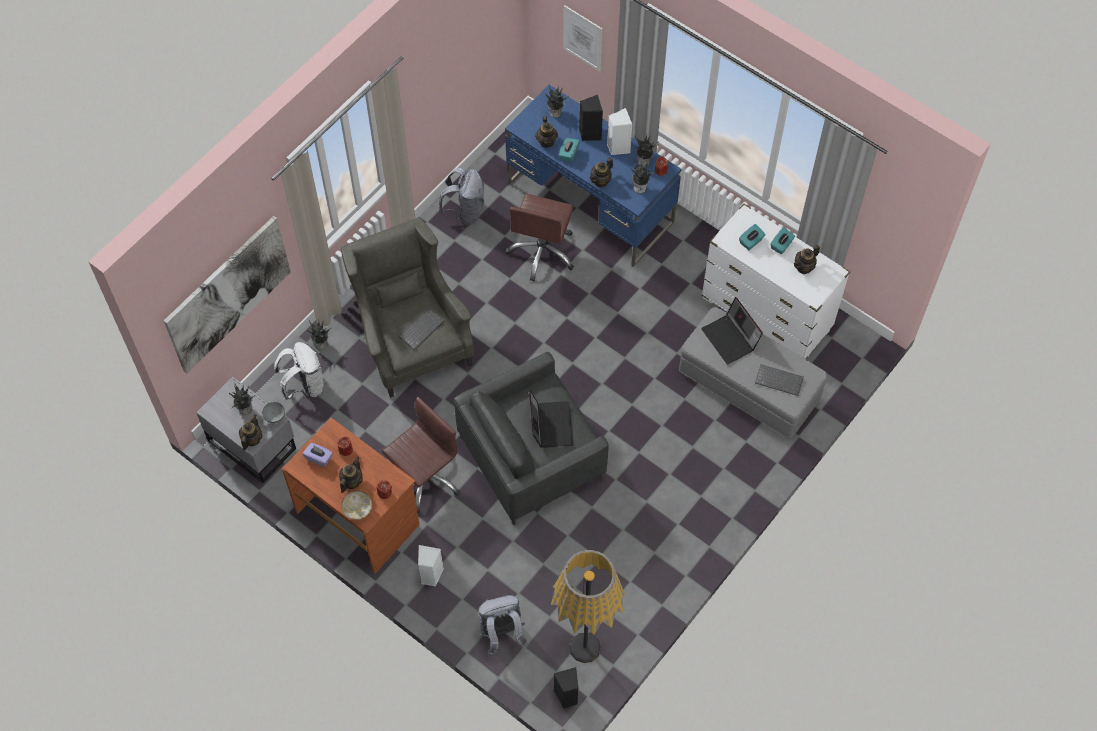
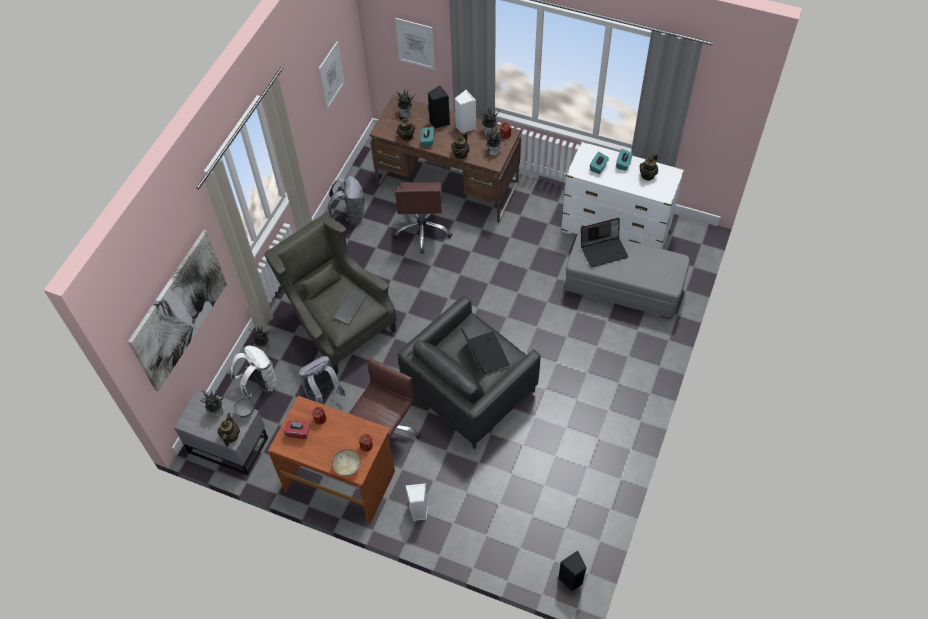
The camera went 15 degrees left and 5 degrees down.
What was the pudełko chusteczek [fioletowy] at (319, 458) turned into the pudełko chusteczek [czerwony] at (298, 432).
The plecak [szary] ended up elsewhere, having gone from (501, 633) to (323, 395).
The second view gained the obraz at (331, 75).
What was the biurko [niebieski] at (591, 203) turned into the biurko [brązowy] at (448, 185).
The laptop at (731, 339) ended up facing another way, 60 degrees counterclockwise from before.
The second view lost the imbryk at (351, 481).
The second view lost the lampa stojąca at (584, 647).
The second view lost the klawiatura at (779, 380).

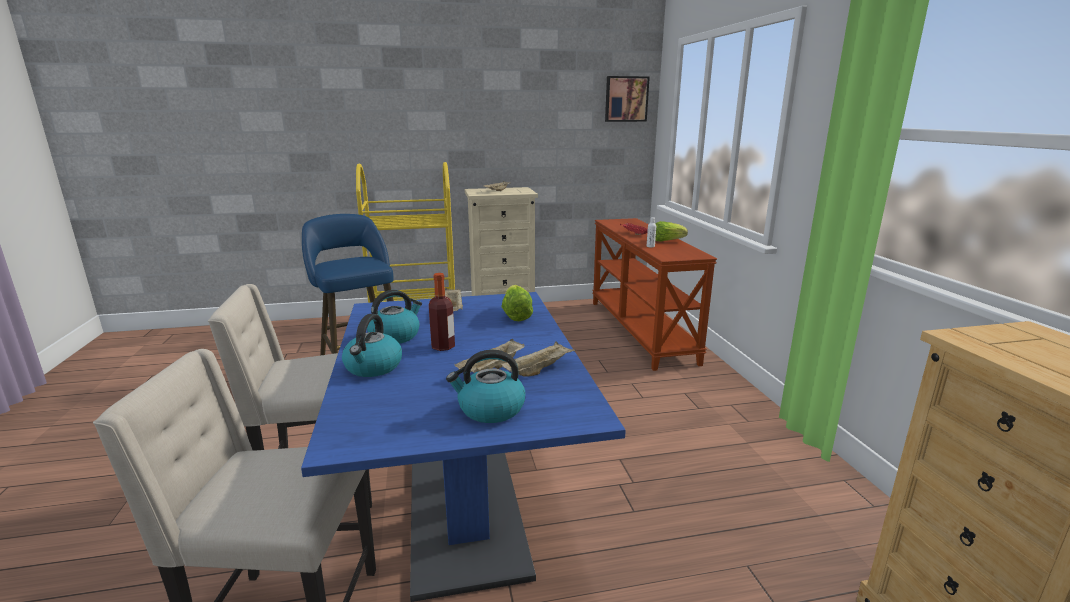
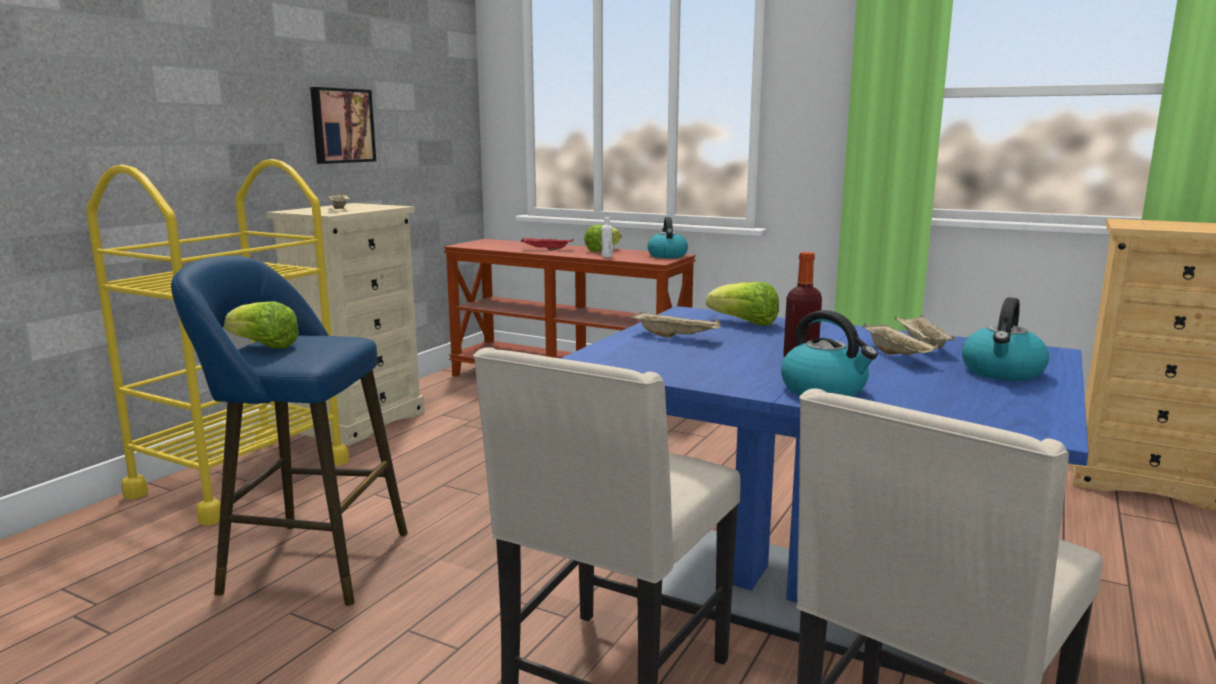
The camera went 50 degrees left and 5 degrees down.
The second view gained the sałata at (263, 346).
The obraz ended up elsewhere, having gone from (626, 99) to (341, 125).
The czajnik ended up elsewhere, having gone from (395, 336) to (667, 255).

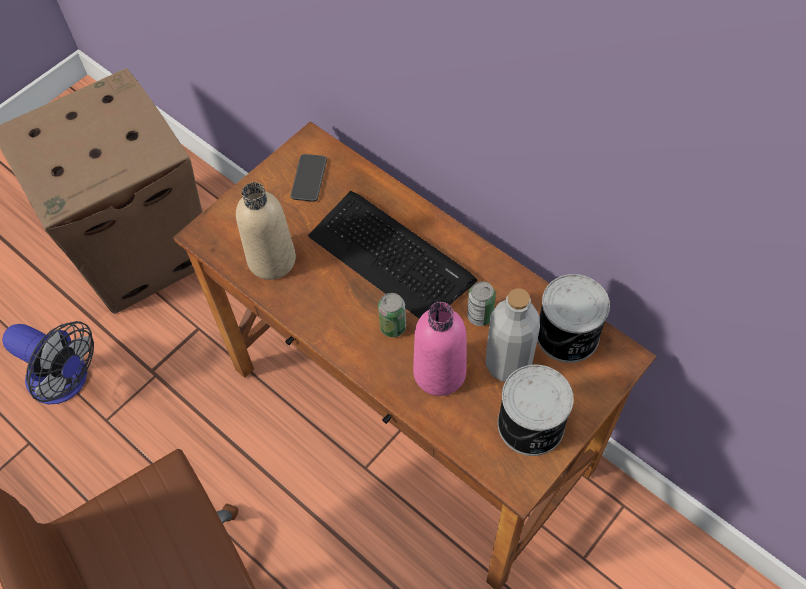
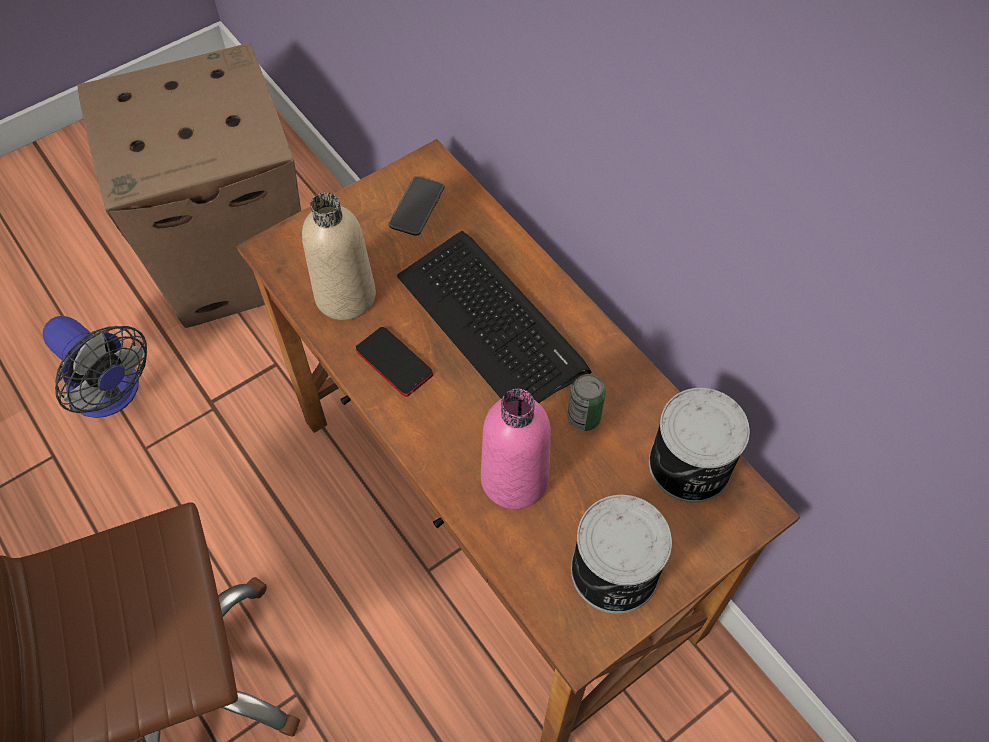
The camera went 10 degrees right and 0 degrees up.
The second view gained the telefon at (394, 362).
The second view lost the puszka at (393, 327).
The second view lost the butelka [szary] at (508, 363).

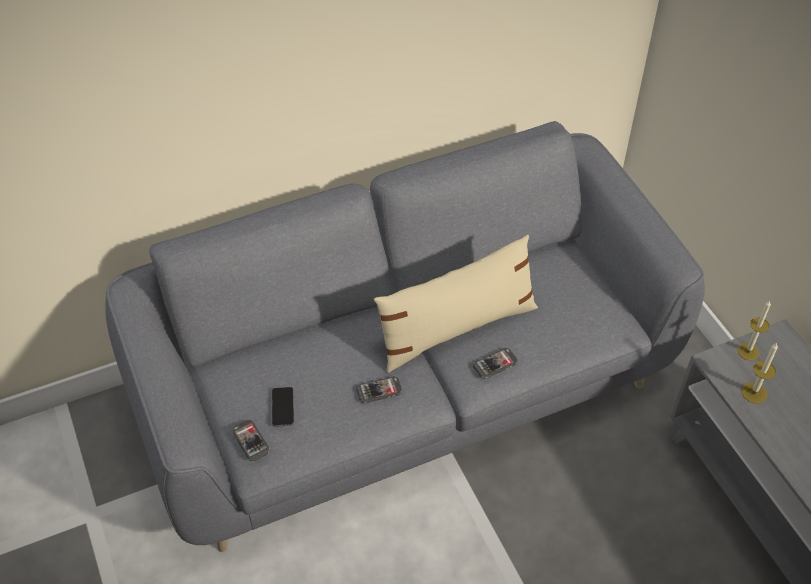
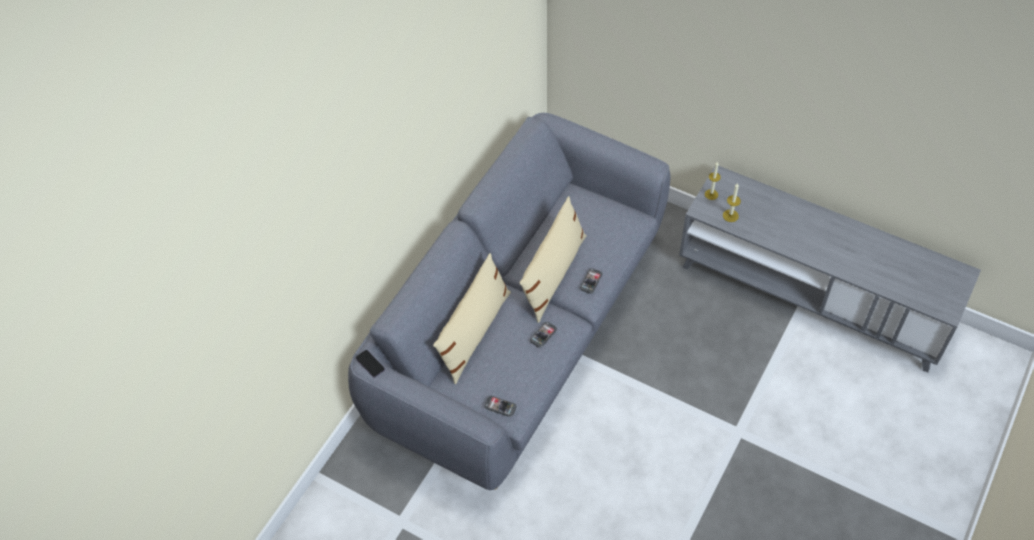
The camera went 35 degrees left and 5 degrees up.
The telefon ended up elsewhere, having gone from (283, 407) to (370, 364).
The second view gained the poduszka [beżowy] at (474, 333).

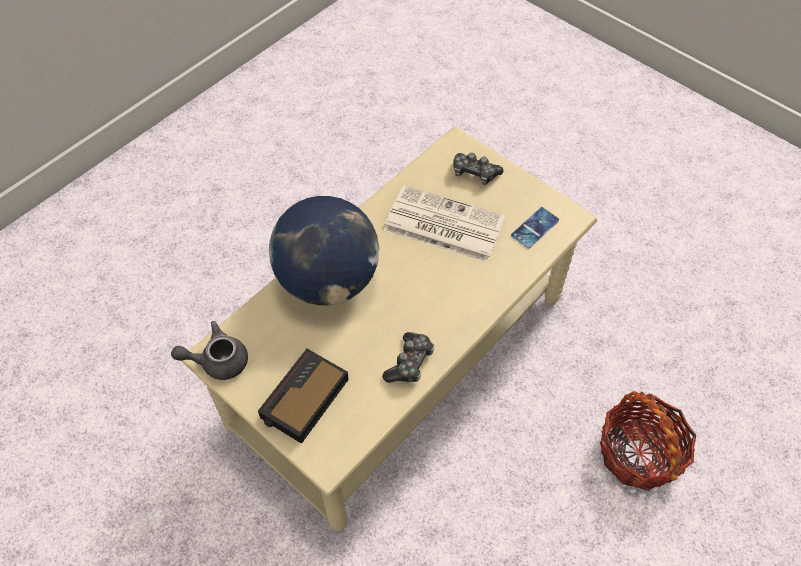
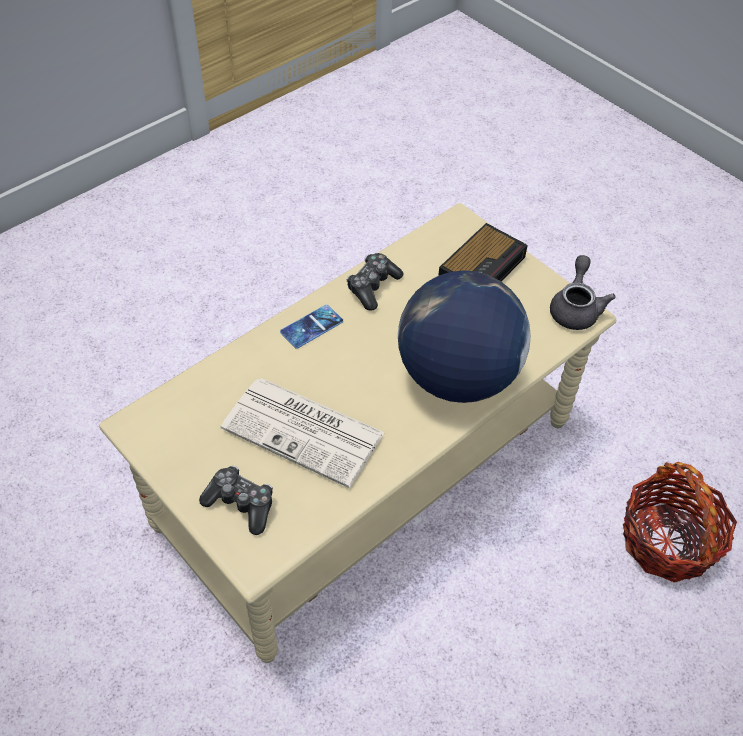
The camera went 175 degrees left and 5 degrees down.
The telefon ended up elsewhere, having gone from (535, 228) to (311, 327).
The imbryk [szary] at (217, 361) ended up facing another way, 75 degrees counterclockwise from before.
The koszyk ended up elsewhere, having gone from (638, 452) to (667, 541).

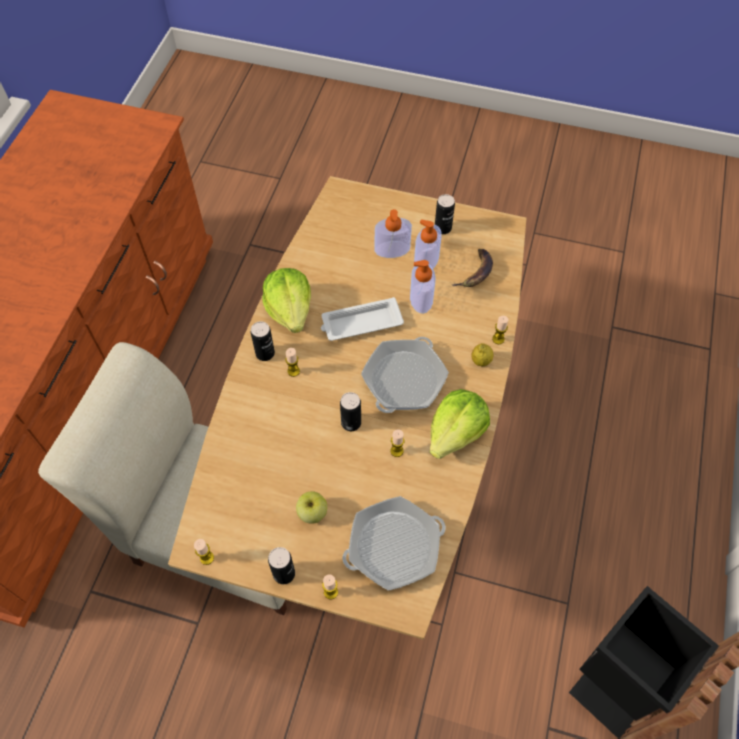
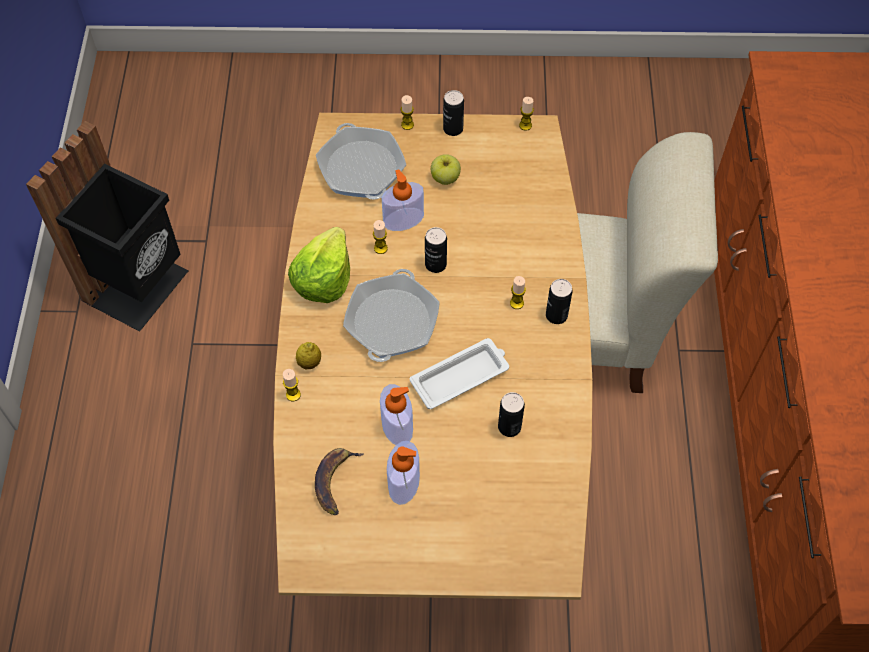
The camera went 165 degrees right and 0 degrees up.
The patelnia at (394, 546) ended up facing another way, 75 degrees counterclockwise from before.
The dozownik mydła ended up elsewhere, having gone from (392, 249) to (403, 219).
The puszka ended up elsewhere, having gone from (443, 228) to (509, 427).
The second view lost the sałata at (290, 310).

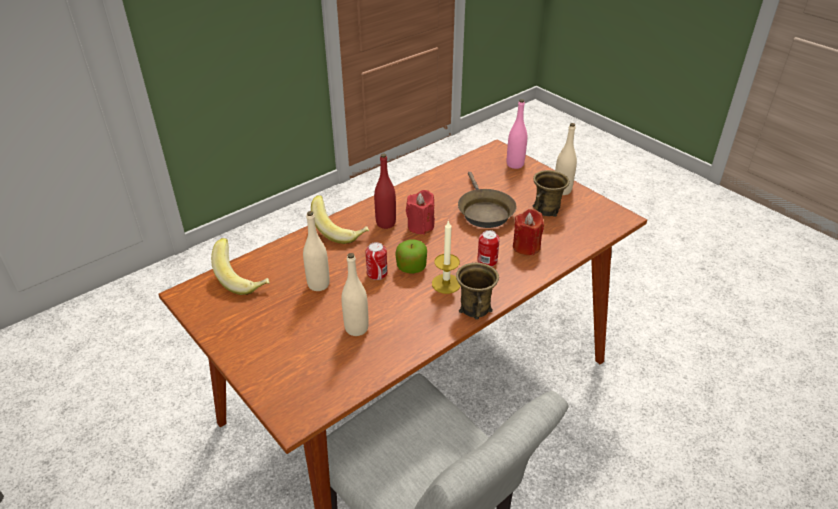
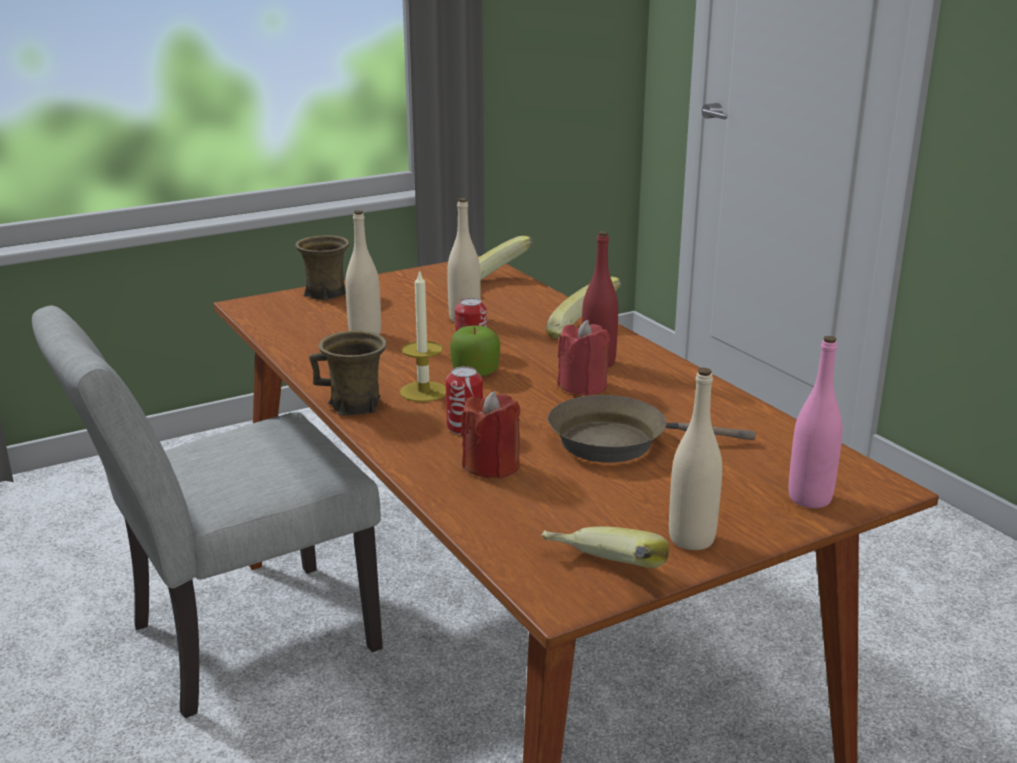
The camera went 100 degrees right and 15 degrees down.
The kubek [brązowy] ended up elsewhere, having gone from (547, 209) to (325, 294).
The second view gained the banan at (601, 578).

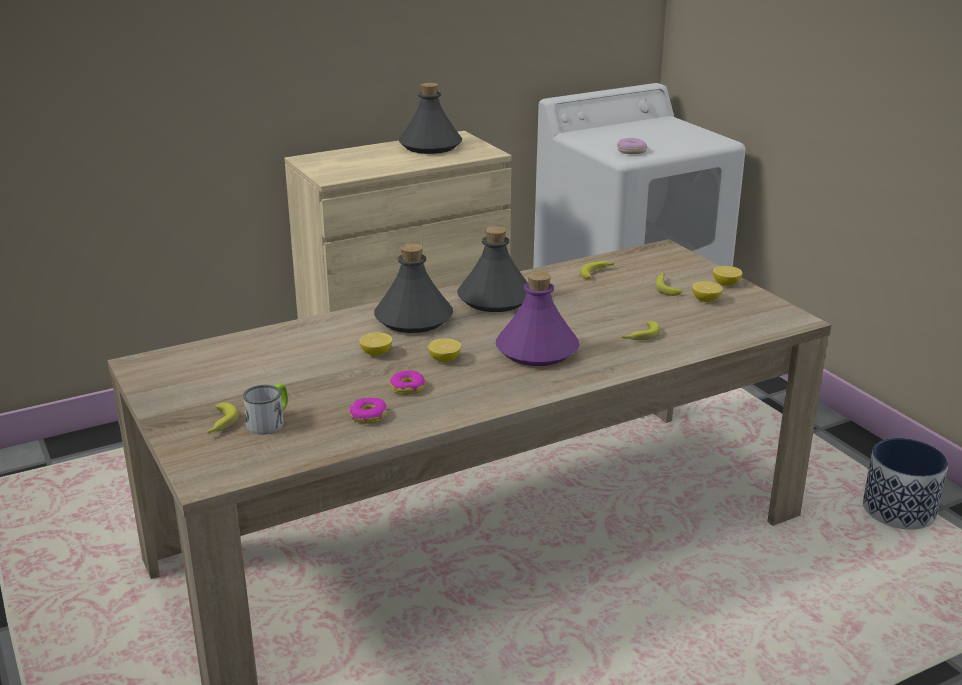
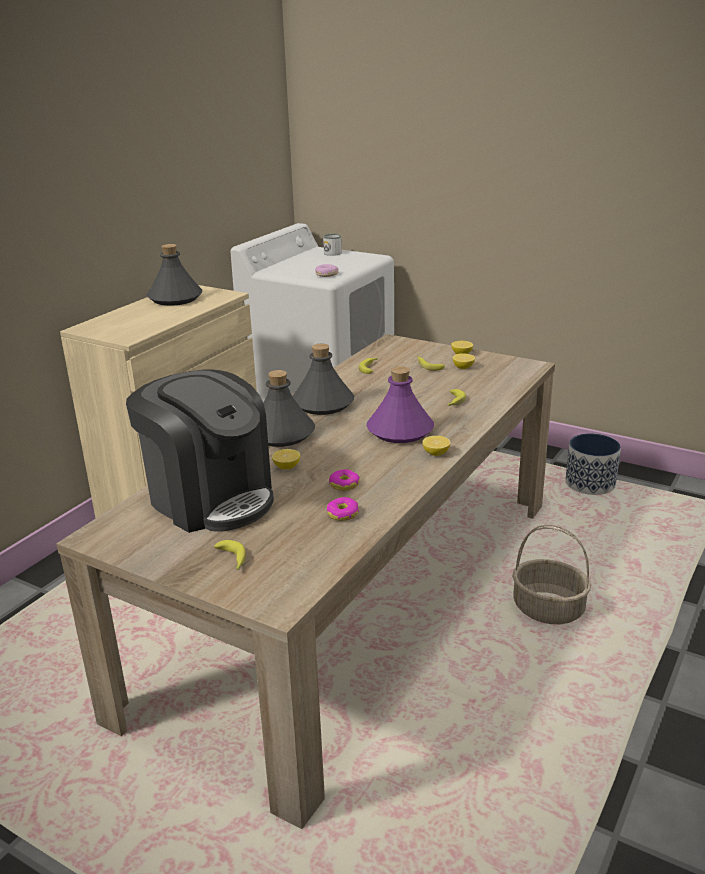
The camera went 30 degrees left and 0 degrees up.
The second view gained the ekspres do kawy at (210, 498).
The kubek ended up elsewhere, having gone from (270, 421) to (333, 252).
The cytryna ended up elsewhere, having gone from (444, 360) to (436, 453).
The second view gained the koszyk at (549, 609).

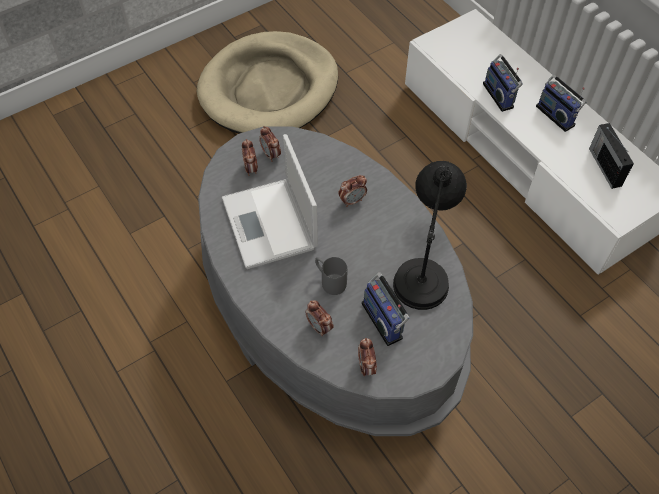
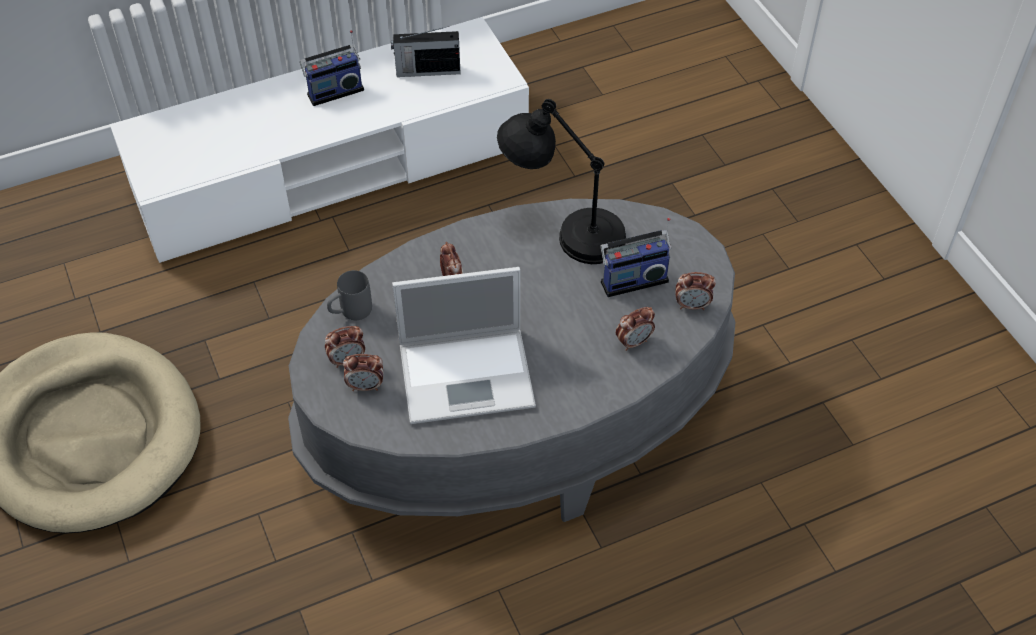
The camera went 80 degrees left and 5 degrees down.
The kubek [szary] ended up elsewhere, having gone from (329, 281) to (350, 312).
The second view lost the radio at (500, 95).

